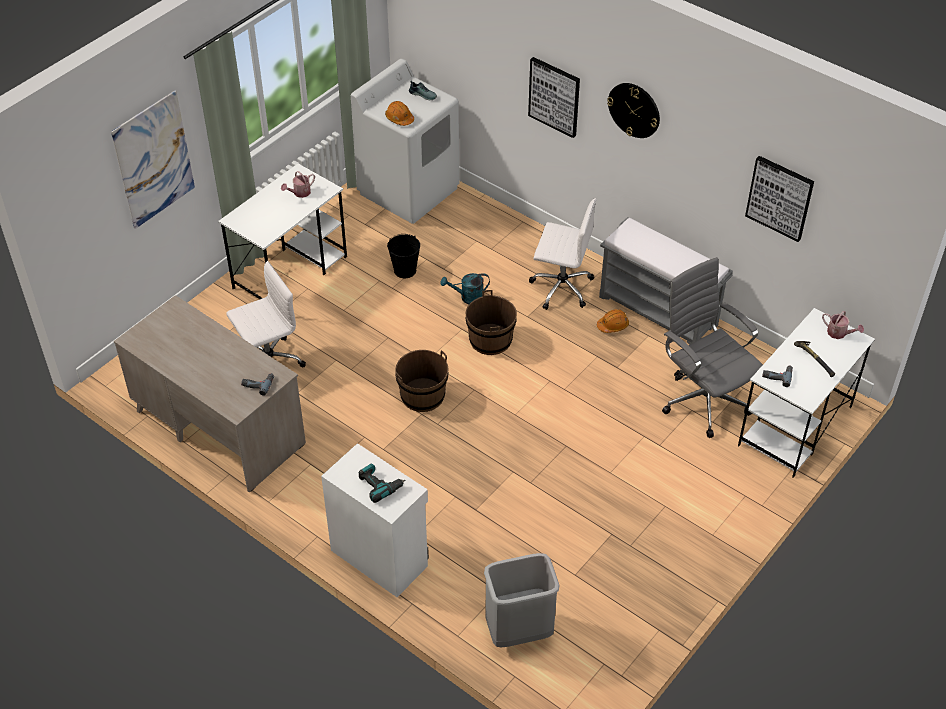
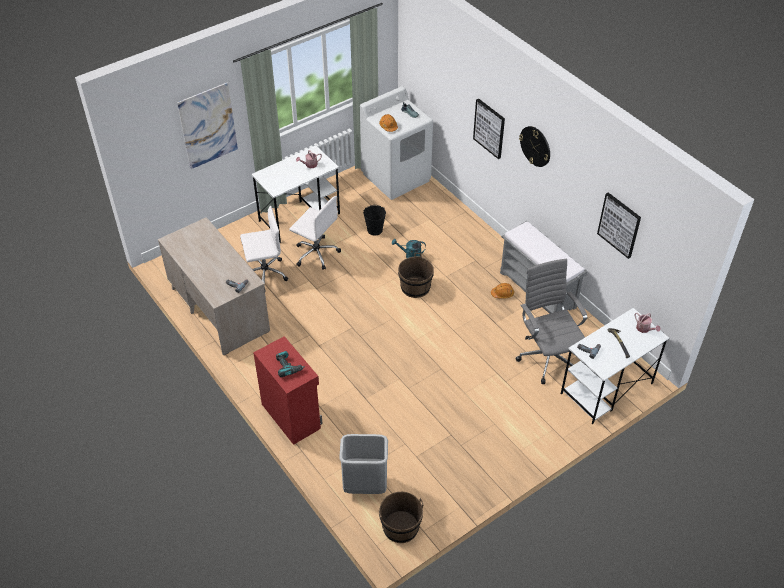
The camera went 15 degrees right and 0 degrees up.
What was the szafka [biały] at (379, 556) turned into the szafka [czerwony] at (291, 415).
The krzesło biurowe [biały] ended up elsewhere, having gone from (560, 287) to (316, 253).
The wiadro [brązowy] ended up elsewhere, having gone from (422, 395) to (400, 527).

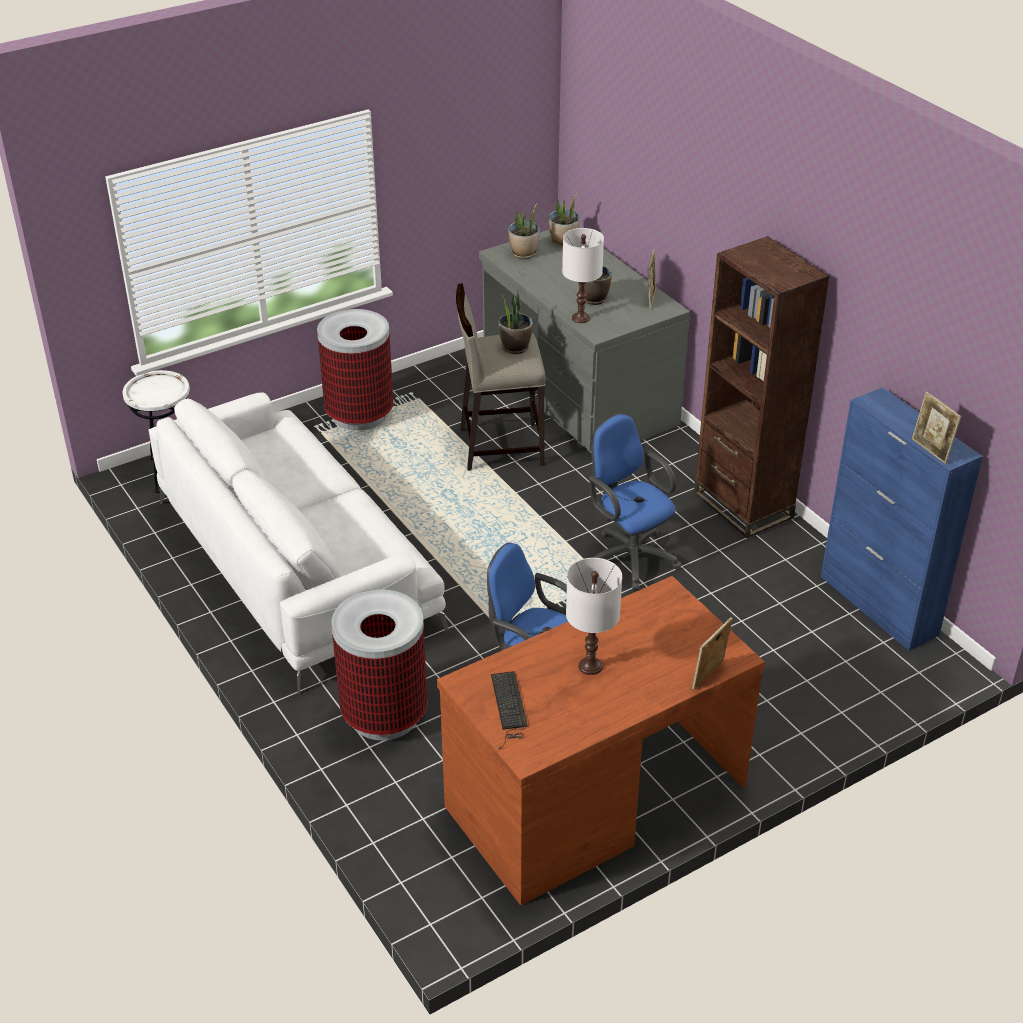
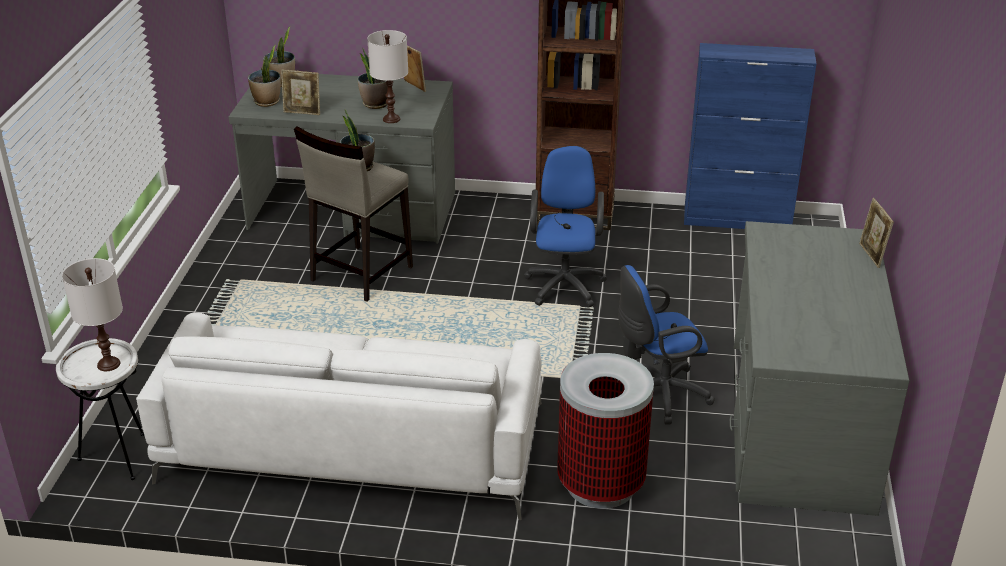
The camera went 50 degrees left and 5 degrees down.
The lampa stołowa [biały] ended up elsewhere, having gone from (591, 666) to (109, 364).
The ramka na zdjęcie ended up elsewhere, having gone from (931, 451) to (302, 113).
The krzesło biurowe [niebieski] at (629, 556) ended up facing another way, 90 degrees clockwise from before.
What was the biurko [brązowy] at (594, 795) turned into the biurko [szary] at (797, 424).
The second view lost the kosz na śmieci at (360, 415).
The second view lost the klawiatura at (508, 708).

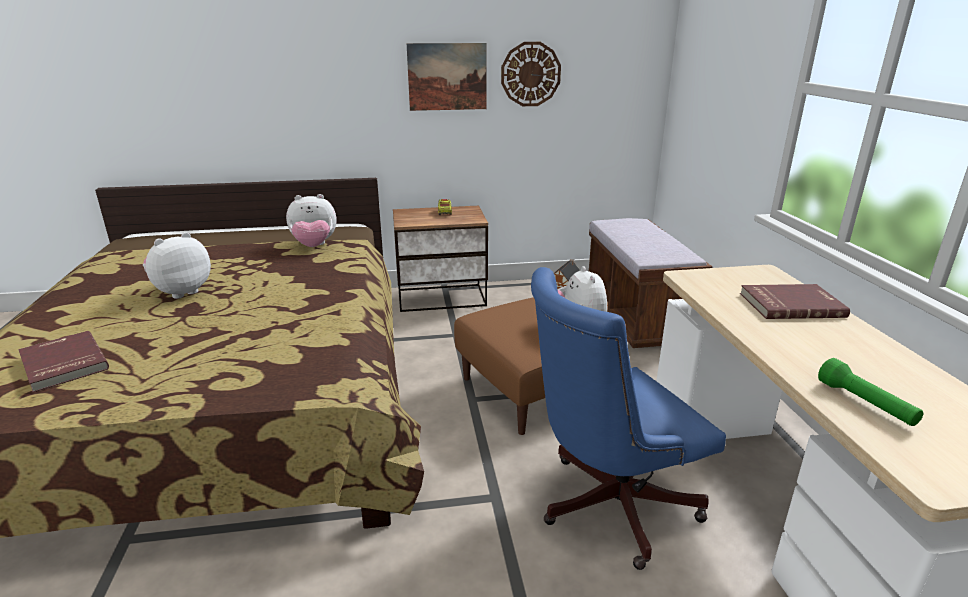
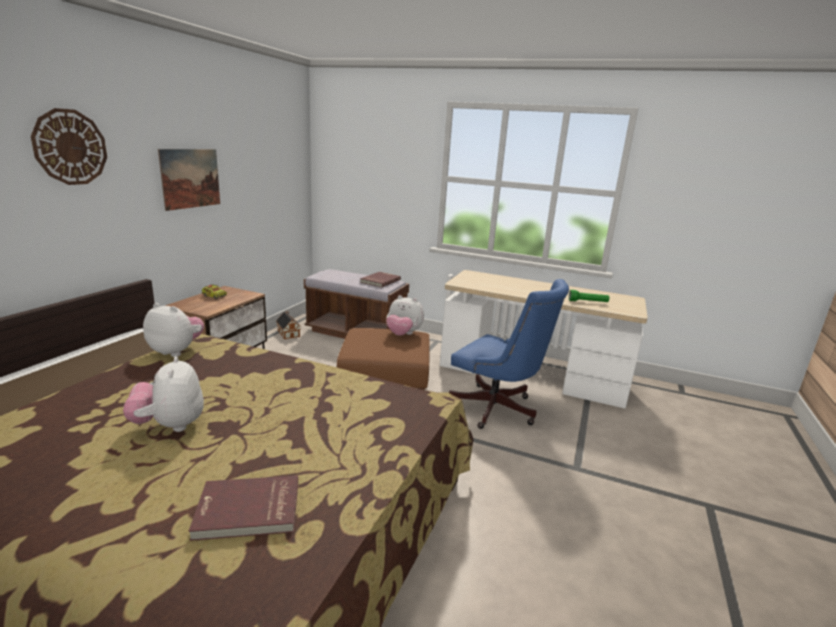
The camera went 60 degrees left and 5 degrees down.
The zegar ścienny ended up elsewhere, having gone from (530, 74) to (70, 147).
The pluszak at (314, 246) ended up facing another way, 90 degrees counterclockwise from before.
The książka [czerwony] ended up elsewhere, having gone from (790, 304) to (379, 281).
The krzesło biurowe [niebieski] at (607, 506) ended up facing another way, 60 degrees counterclockwise from before.

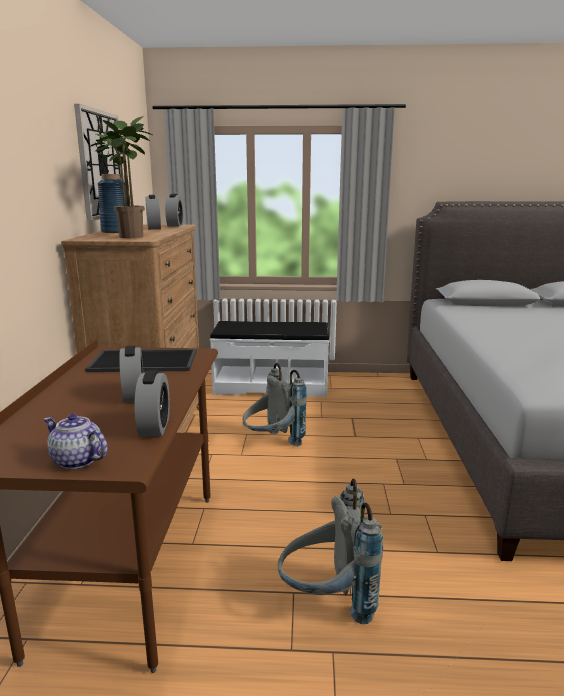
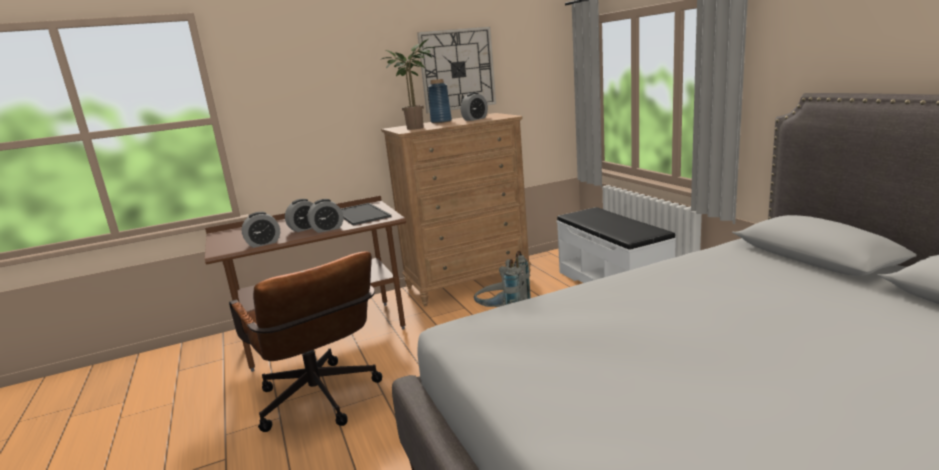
The camera went 65 degrees right and 0 degrees up.
Where the plecak [szary] stood at (327, 602), the krzesło biurowe [brązowy] came to stand at (322, 403).
The budzik ended up elsewhere, having gone from (175, 225) to (327, 229).
The second view lost the imbryk at (76, 460).

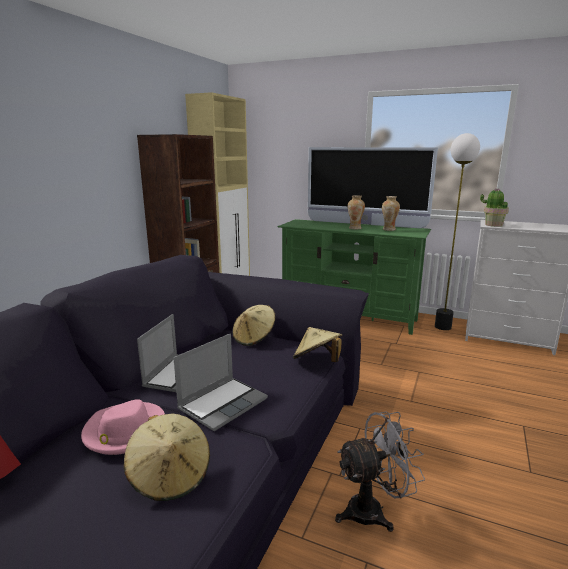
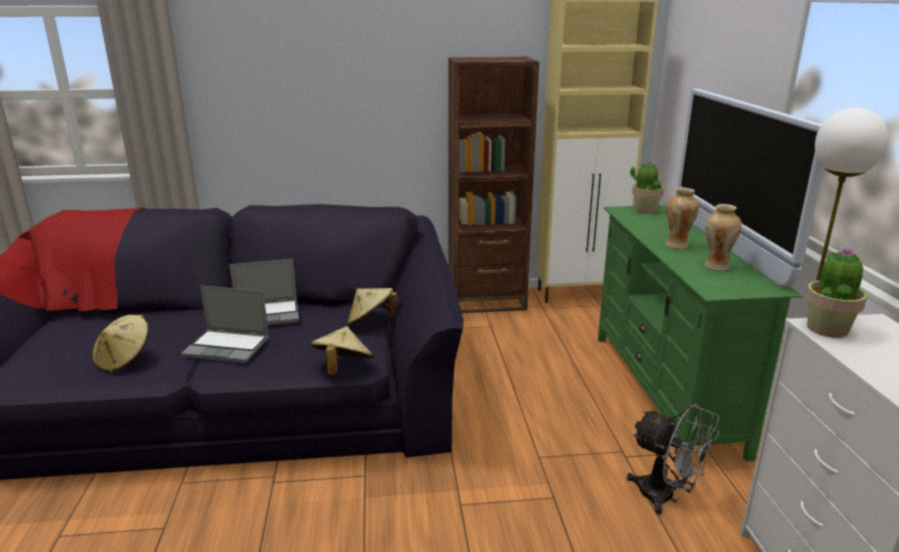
The camera went 60 degrees right and 5 degrees up.
The wentylator [szary] ended up elsewhere, having gone from (373, 510) to (666, 497).
The second view gained the roślina doniczkowa at (645, 210).
The second view lost the kapelusz [różowy] at (124, 431).

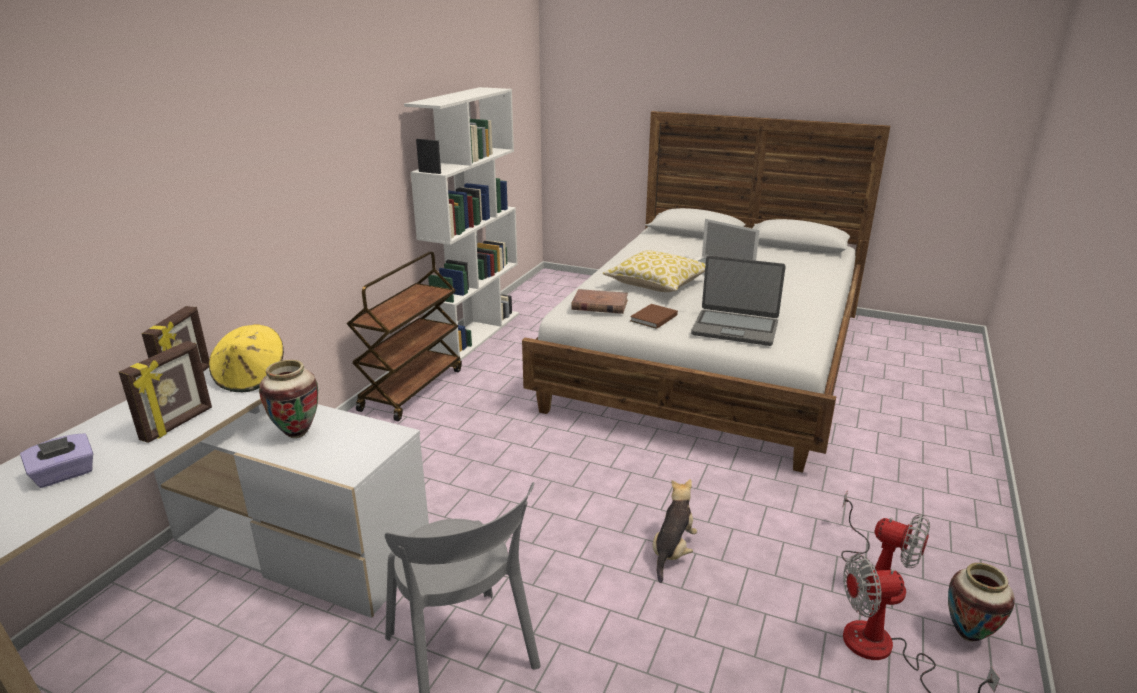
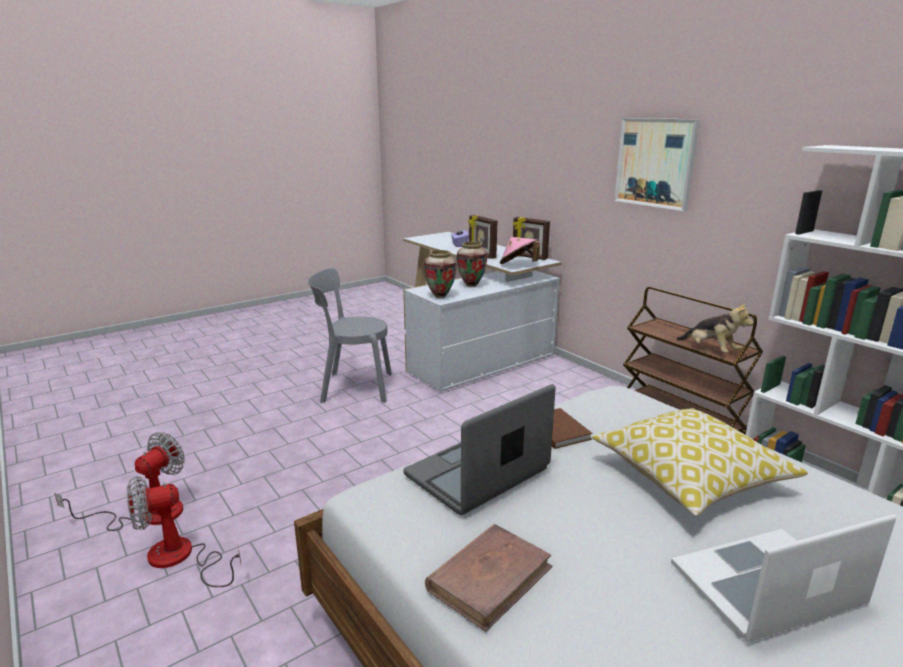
The camera went 120 degrees right and 5 degrees down.
The wazon ended up elsewhere, having gone from (967, 634) to (440, 296).
The książka [brązowy] ended up elsewhere, having gone from (599, 305) to (490, 578).
What was the kapelusz [żółty] at (251, 378) turned into the kapelusz [różowy] at (518, 265).
The second view gained the obraz at (655, 163).
The pluszak ended up elsewhere, having gone from (672, 551) to (710, 350).

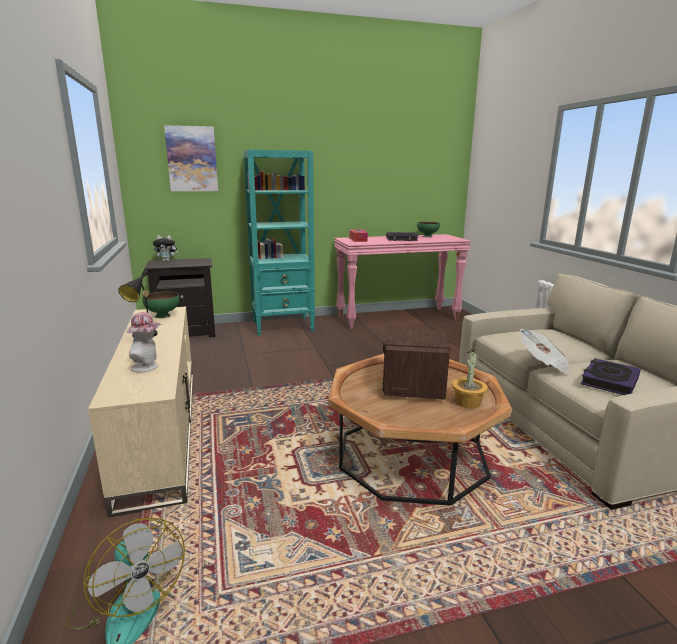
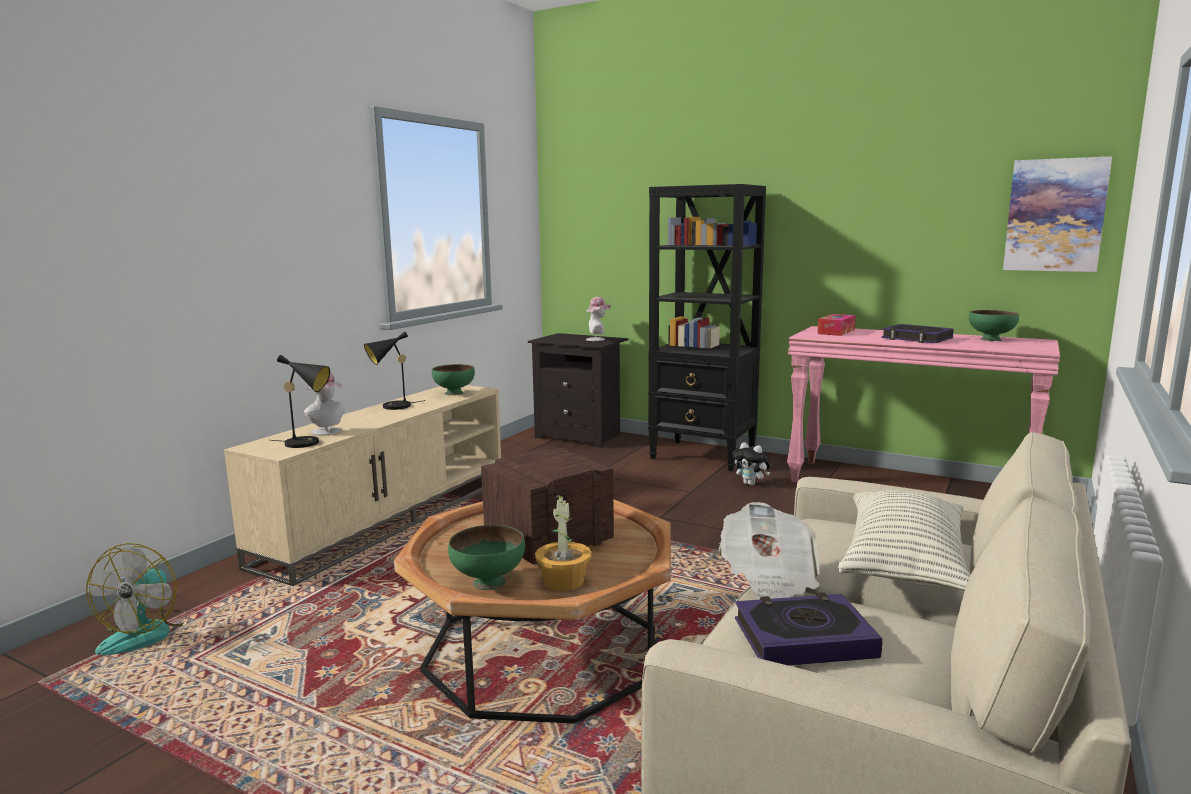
The camera went 45 degrees right and 5 degrees down.
The second view gained the lampa stołowa [czarny] at (307, 443).
The second view gained the miska [zielony] at (489, 581).
The second view gained the kapelusz at (598, 339).
What was the regał [turkusowy] at (283, 326) turned into the regał [czarny] at (703, 455).
The pluszak ended up elsewhere, having gone from (167, 261) to (751, 484).
The second view gained the poduszka at (903, 563).
The obraz ended up elsewhere, having gone from (192, 159) to (1055, 215).

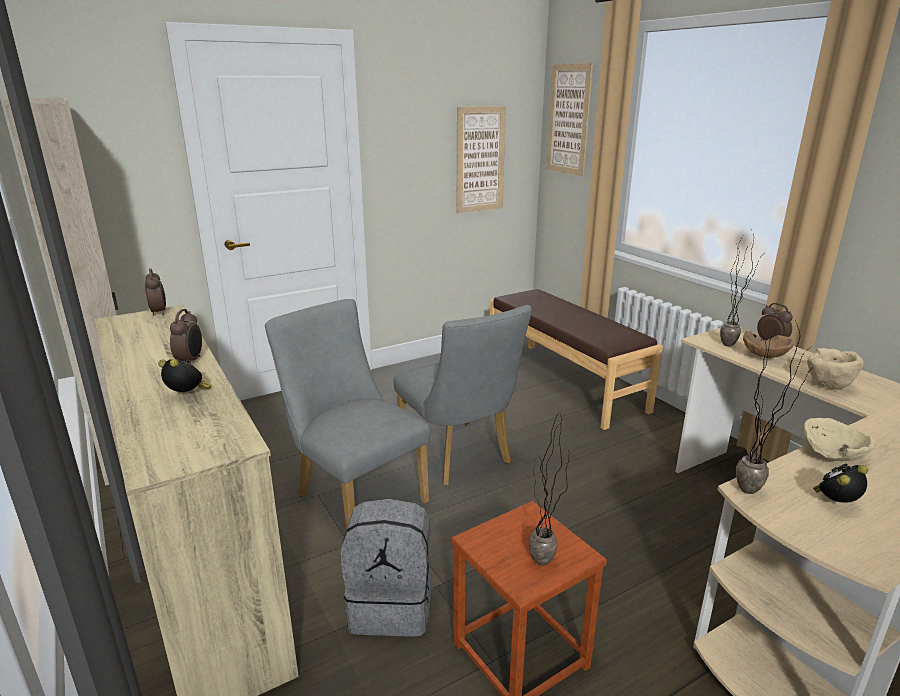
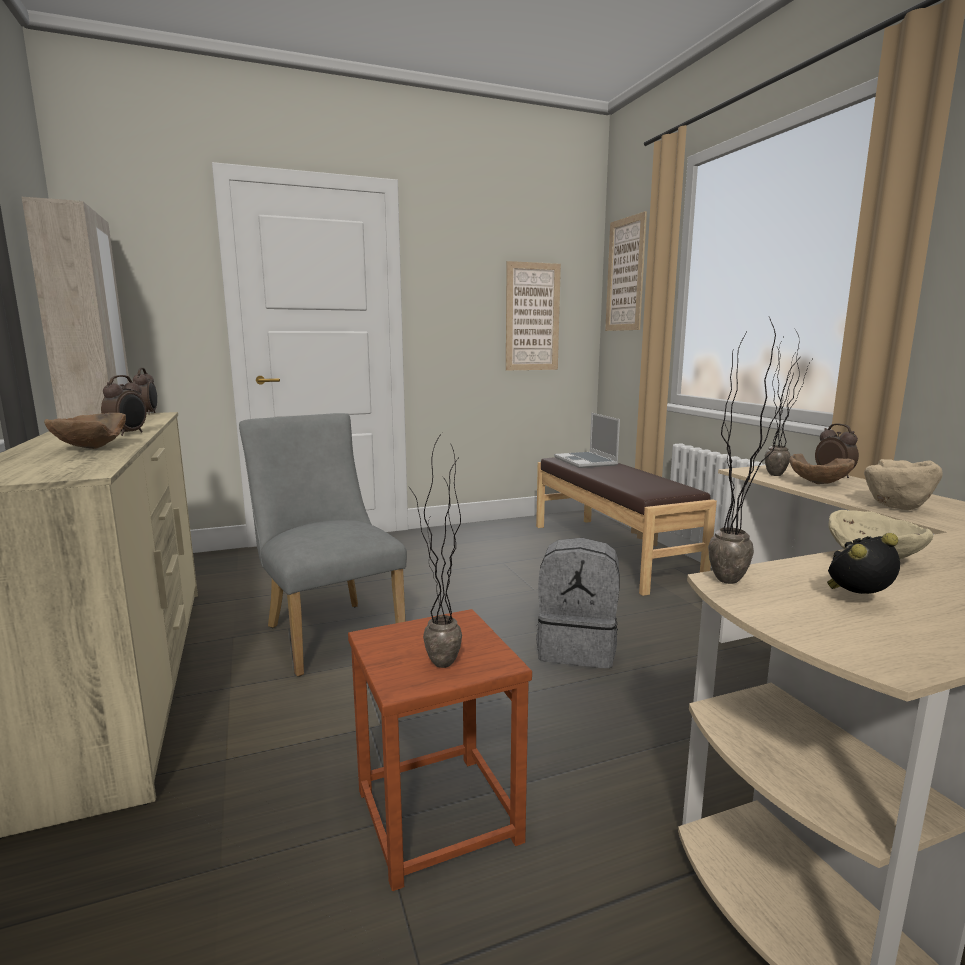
The camera went 10 degrees right and 10 degrees down.
Where the budzik stood at (187, 395), the miska [brązowy] came to stand at (89, 448).
The plecak [szary] ended up elsewhere, having gone from (392, 605) to (577, 648).
The second view gained the laptop at (586, 461).
The second view lost the krzesło [szary] at (459, 457).

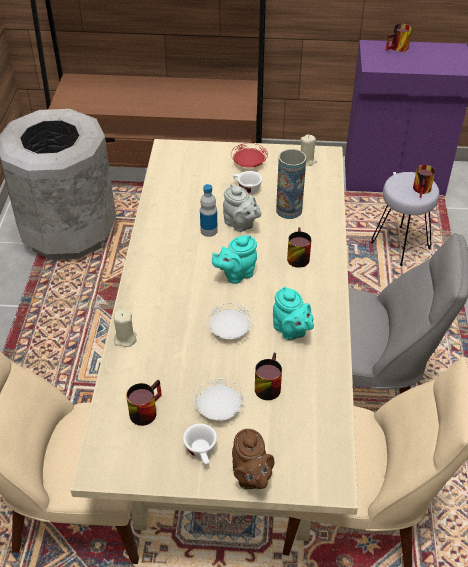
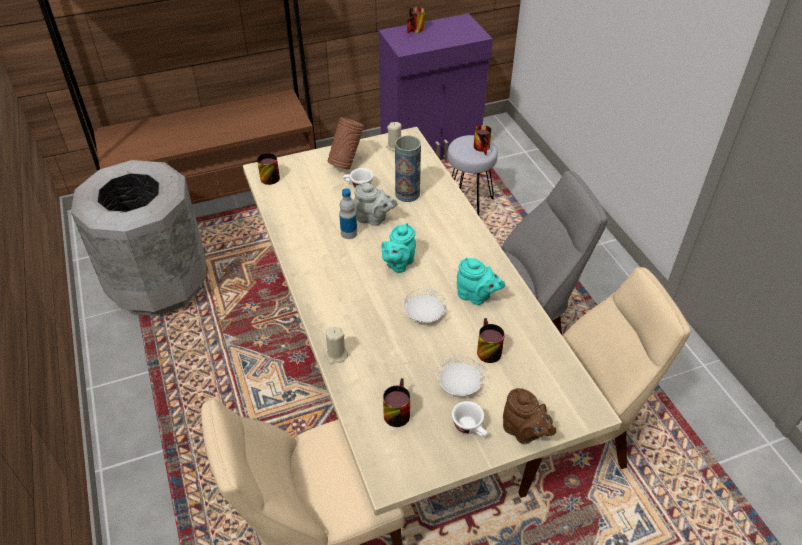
The camera went 25 degrees left and 0 degrees up.
The kubek ended up elsewhere, having gone from (296, 256) to (267, 176).
Where the talerz [czerwony] stood at (249, 164), the wazon [brązowy] came to stand at (346, 163).

